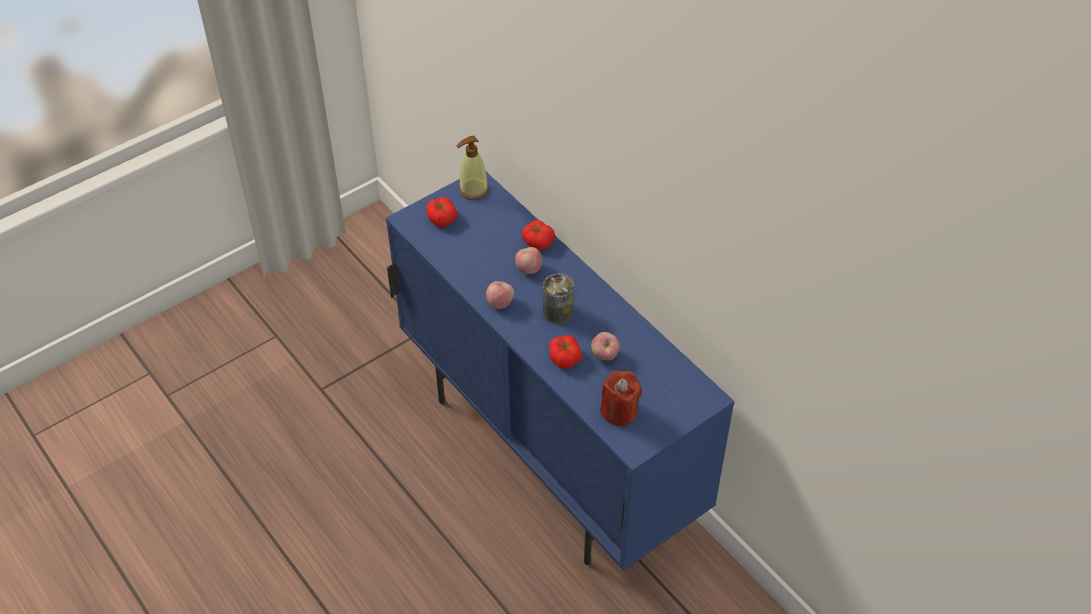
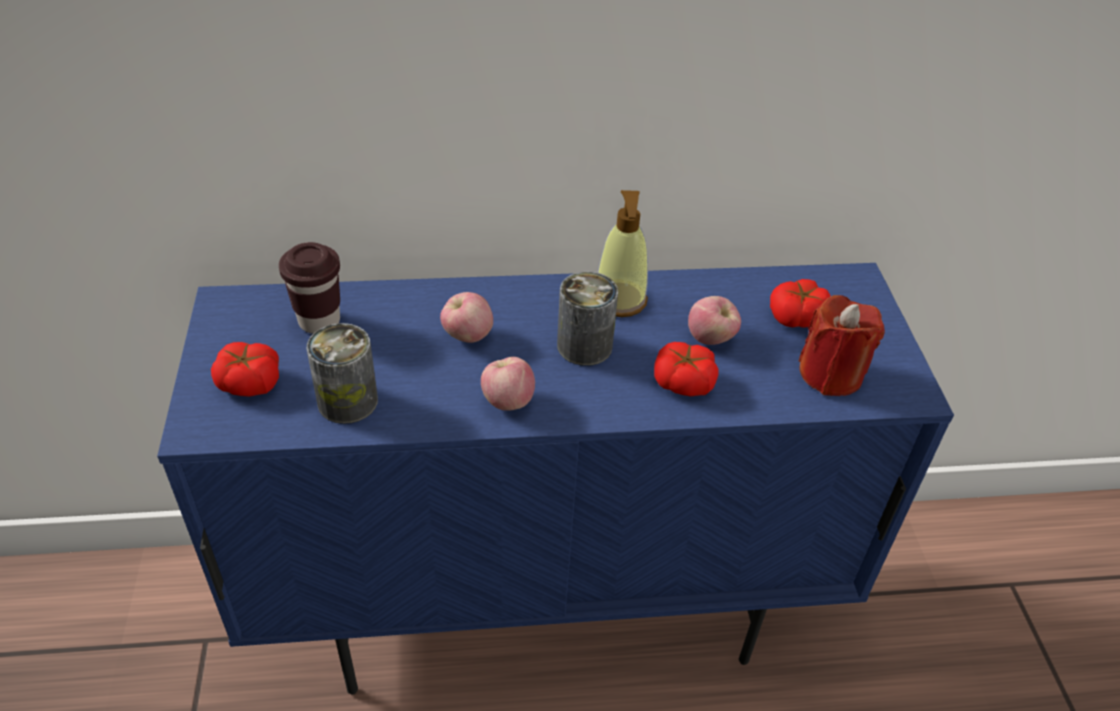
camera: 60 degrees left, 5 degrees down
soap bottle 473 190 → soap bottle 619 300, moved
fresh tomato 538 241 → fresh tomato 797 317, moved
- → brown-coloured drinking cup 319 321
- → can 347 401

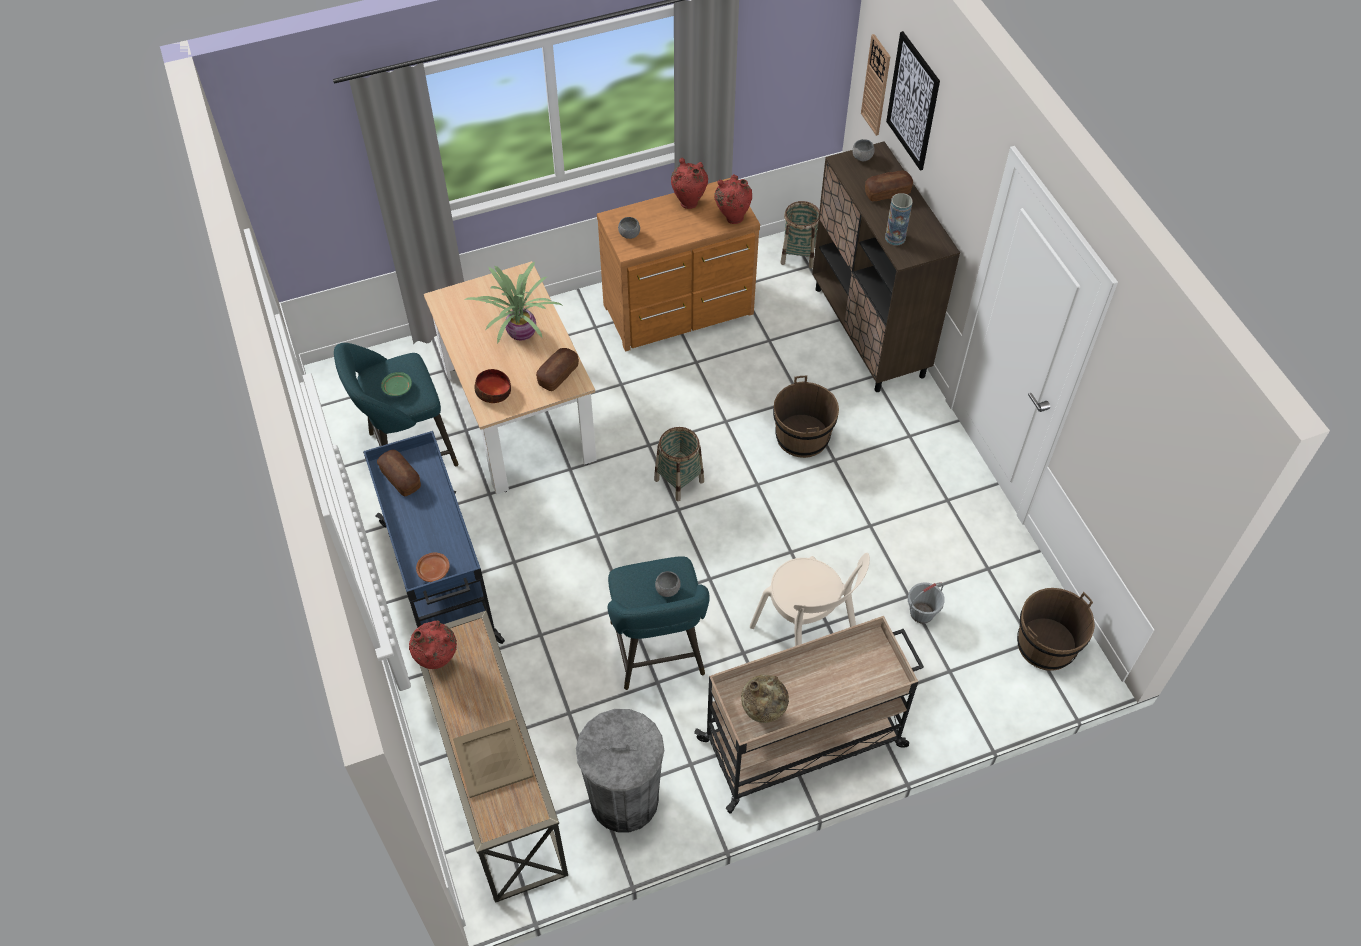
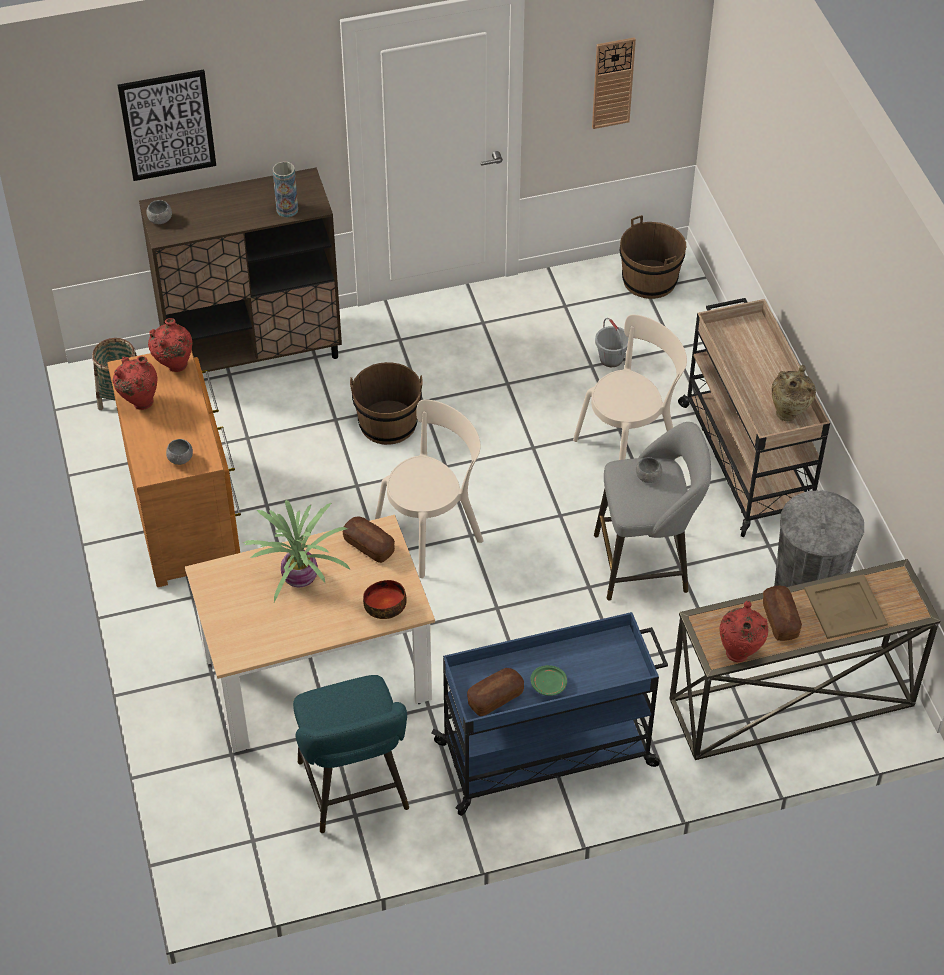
camera: 85 degrees left, 5 degrees down
greenish flat dish 397 388 → greenish flat dish 549 684, moved
brown-coloured flat dish 433 570 → -
turquoise-coloured sitting stool 658 654 → gray sitting stool 647 563
storage basket 679 480 → beige-coloured chair 432 532
wall clock 876 85 → wall clock 612 83, moved
bread 887 192 → bread 780 619, moved

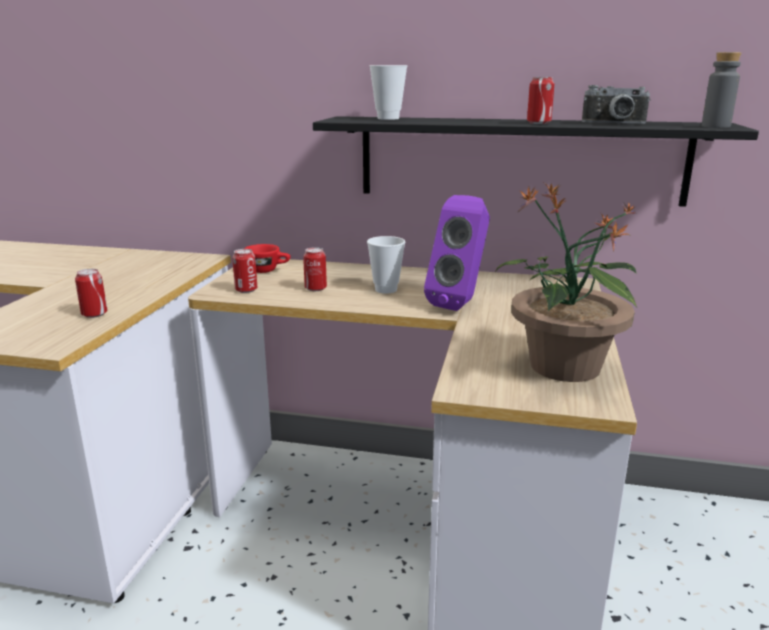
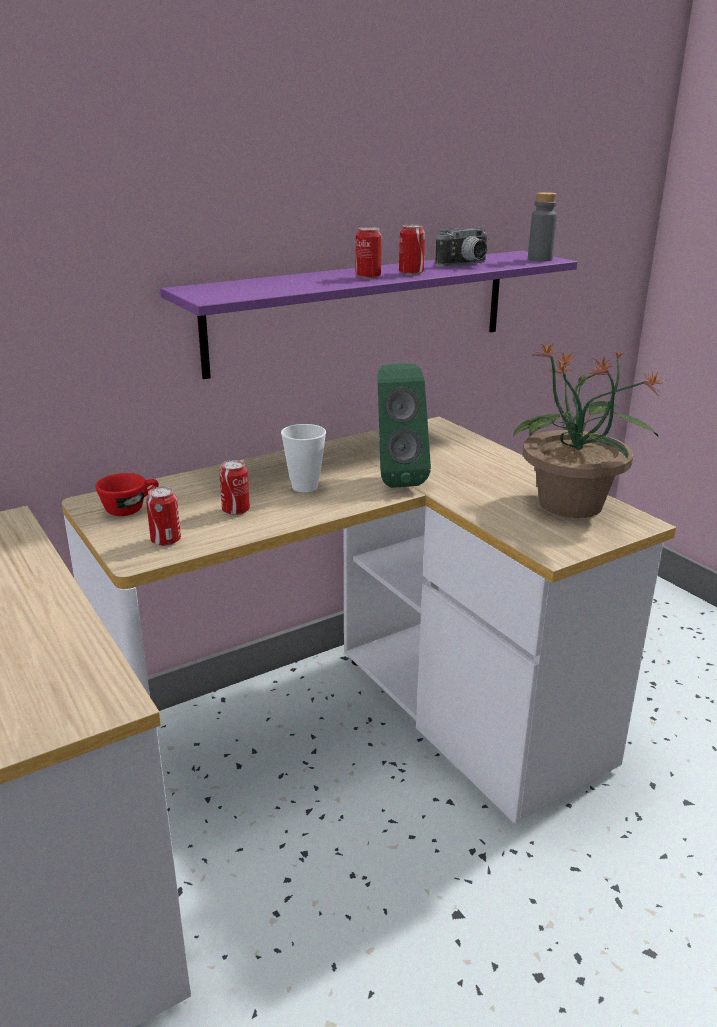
camera: 45 degrees left, 5 degrees up
can 94 314 → can 368 277, moved
black-coloured bracket shelf 519 160 → purple bracket shelf 362 310
drinking cup 388 118 → -
purple speaker 460 304 → greenish speaker 396 478

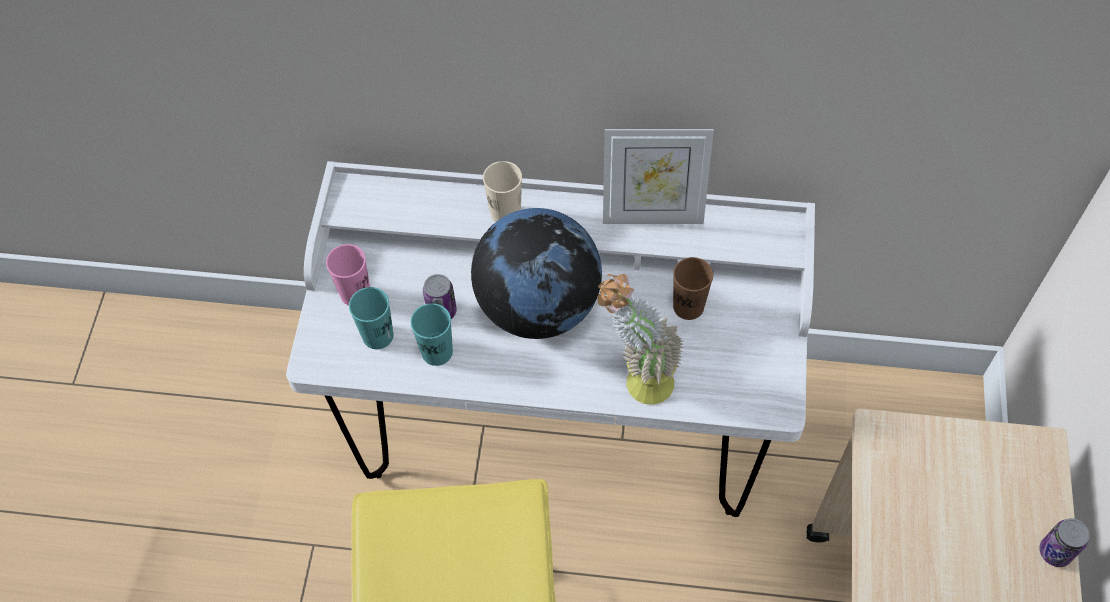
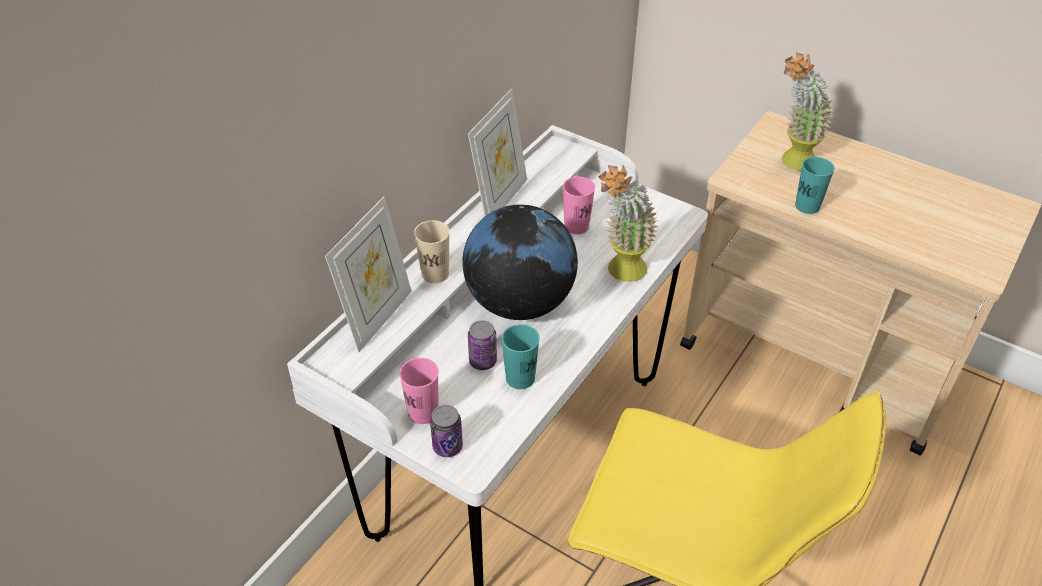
camera: 65 degrees left, 15 degrees down
turquoise-coloured drinking cup 378 336 → turquoise-coloured drinking cup 807 206, moved
brown-coloured drinking cup 688 306 → pinkish drinking cup 576 226
can 1055 552 → can 447 446, moved
- → picture frame 377 317
- → potted plant 791 163

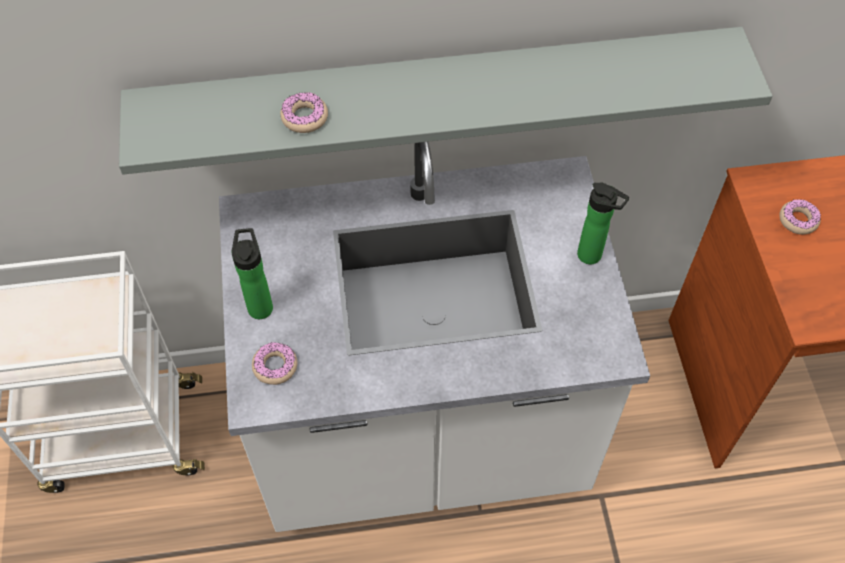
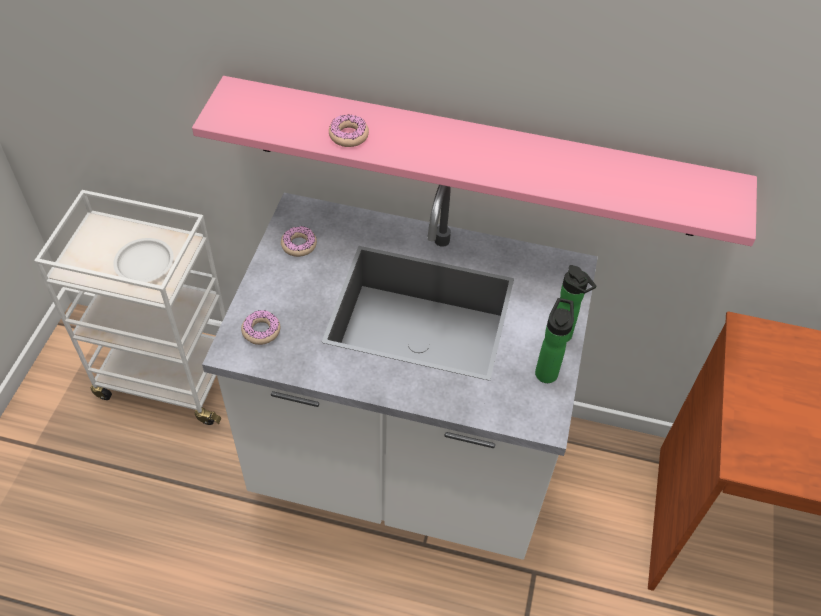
camera: 20 degrees right, 5 degrees down
gray bracket shelf 438 94 → pinkish bracket shelf 475 158
beverage bottle 260 305 → beverage bottle 547 371, moved
doughnut 798 220 → doughnut 299 245, moved
- → whitish flat dish 144 264

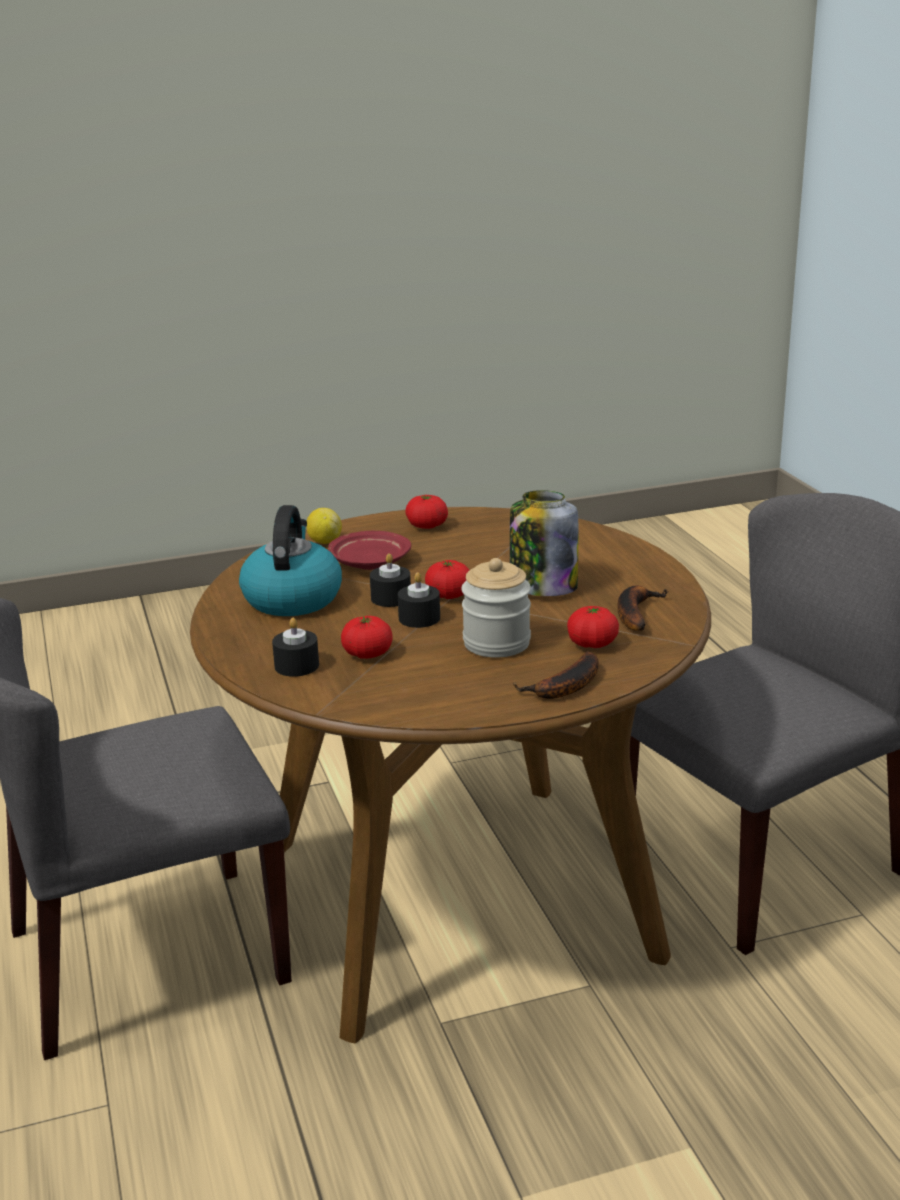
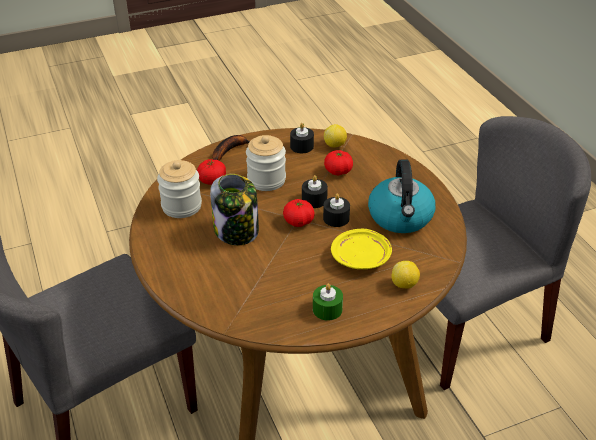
camera: 175 degrees right, 15 degrees up
black-coloured wax candle 296 665 → black-coloured wax candle 302 146, moved
red flat dish 369 562 → yellow-coloured flat dish 361 257
fresh tomato 427 526 → greenish wax candle 327 309
whole banana 635 613 → preserve jar 181 206
- → whole lemon 335 145

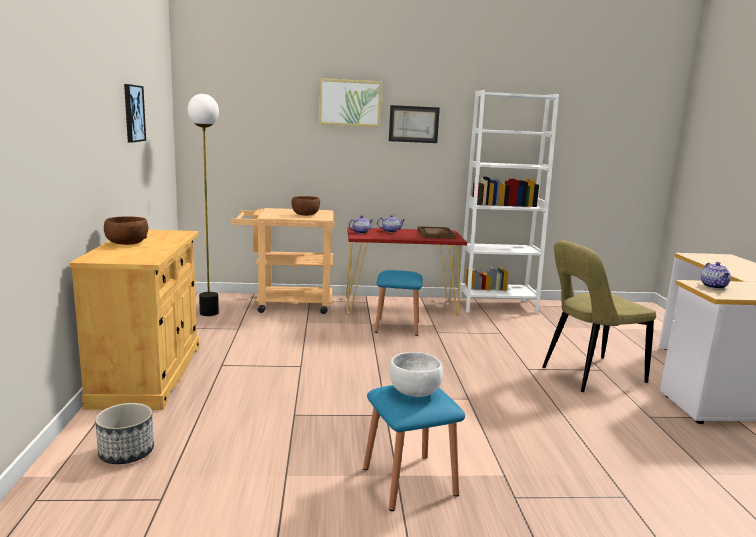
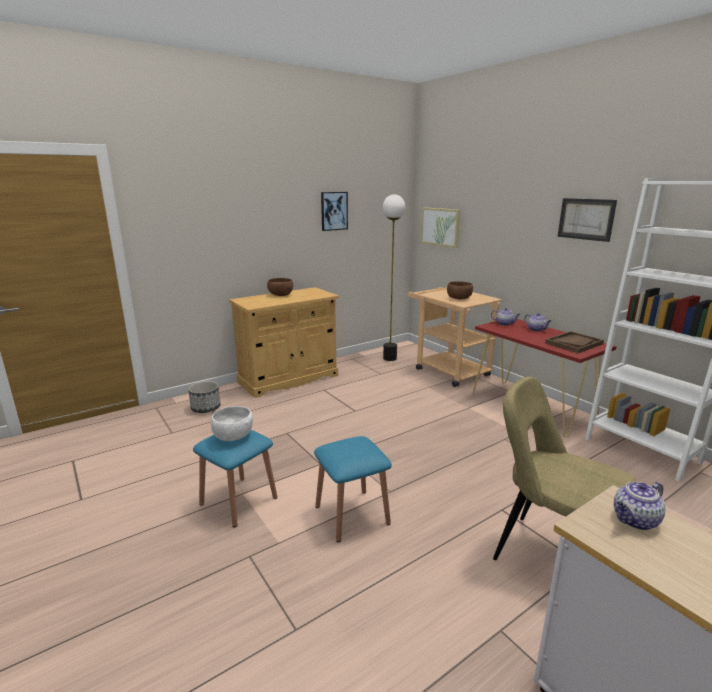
camera: 60 degrees right, 5 degrees up
wall picture 349 103 → wall picture 440 227, moved
blue-coloured sitting stool 397 326 → blue-coloured sitting stool 352 514, moved

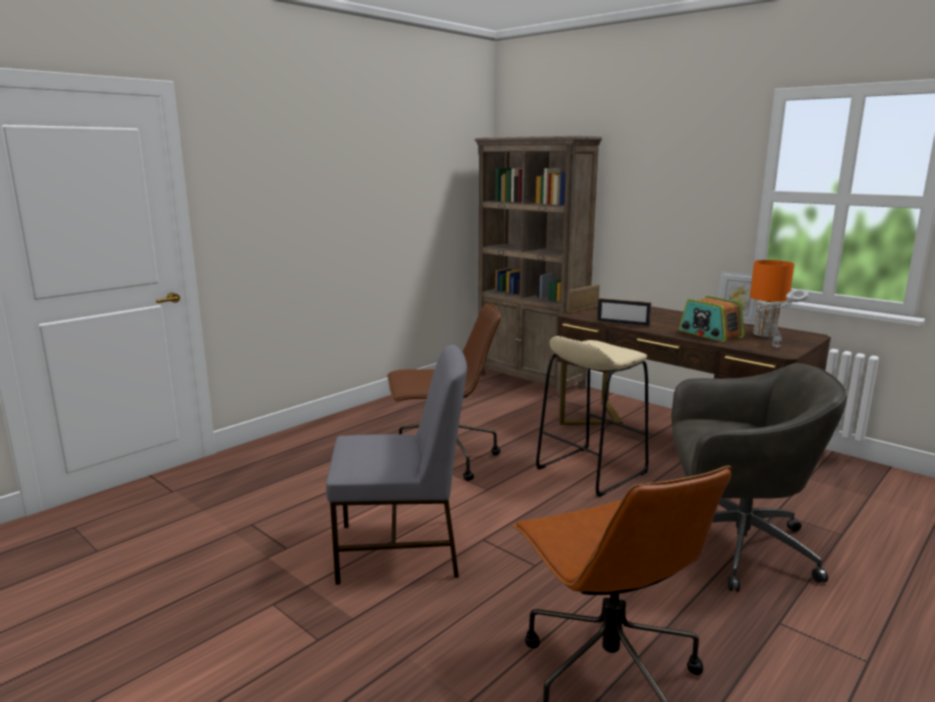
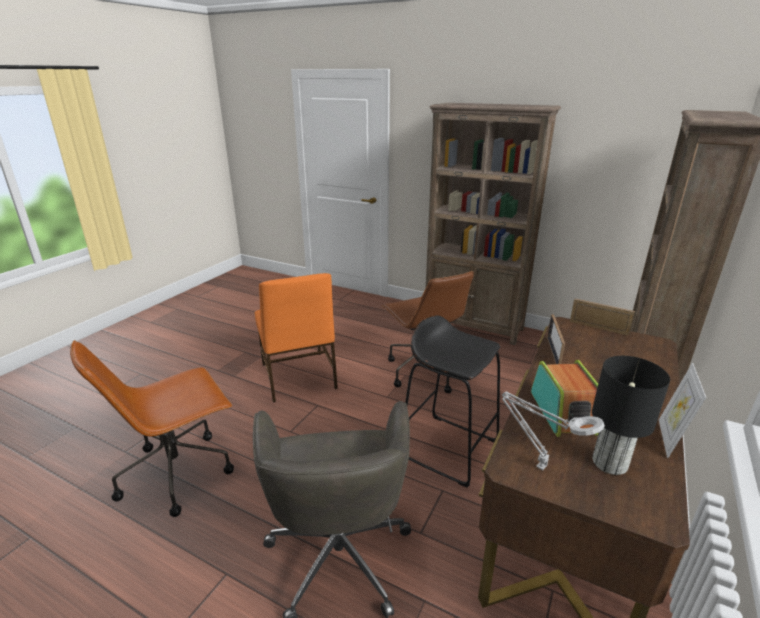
camera: 75 degrees right, 10 degrees up
gray chair 401 550 → orangey chair 298 377
beige-coloured sitting stool 591 470 → black-coloured sitting stool 448 448
radio 710 334 → radio 563 412, 135 degrees clockwise
orangey tabletop lamp 764 334 → black-coloured tabletop lamp 609 462
- → brown-coloured shelving unit 473 326

